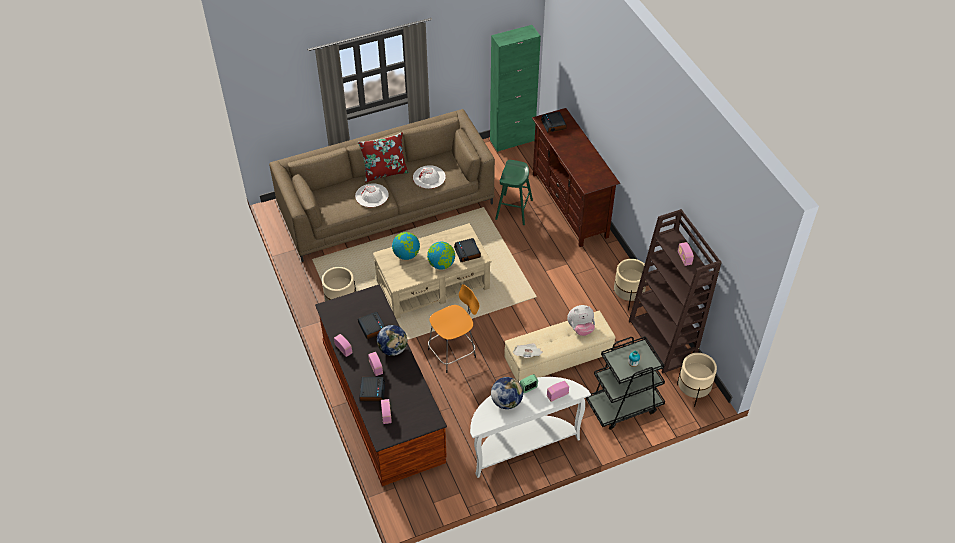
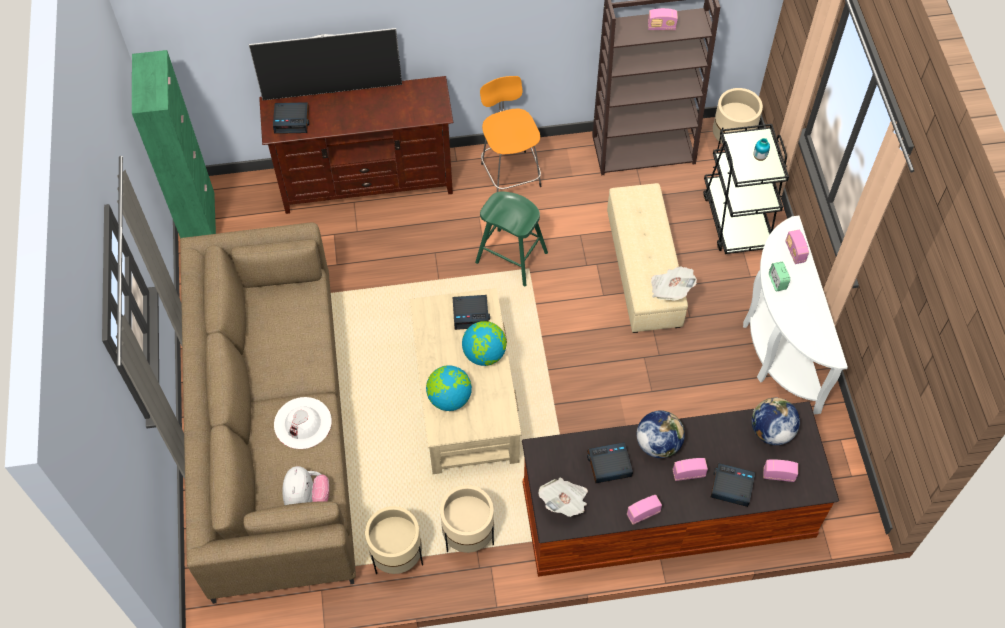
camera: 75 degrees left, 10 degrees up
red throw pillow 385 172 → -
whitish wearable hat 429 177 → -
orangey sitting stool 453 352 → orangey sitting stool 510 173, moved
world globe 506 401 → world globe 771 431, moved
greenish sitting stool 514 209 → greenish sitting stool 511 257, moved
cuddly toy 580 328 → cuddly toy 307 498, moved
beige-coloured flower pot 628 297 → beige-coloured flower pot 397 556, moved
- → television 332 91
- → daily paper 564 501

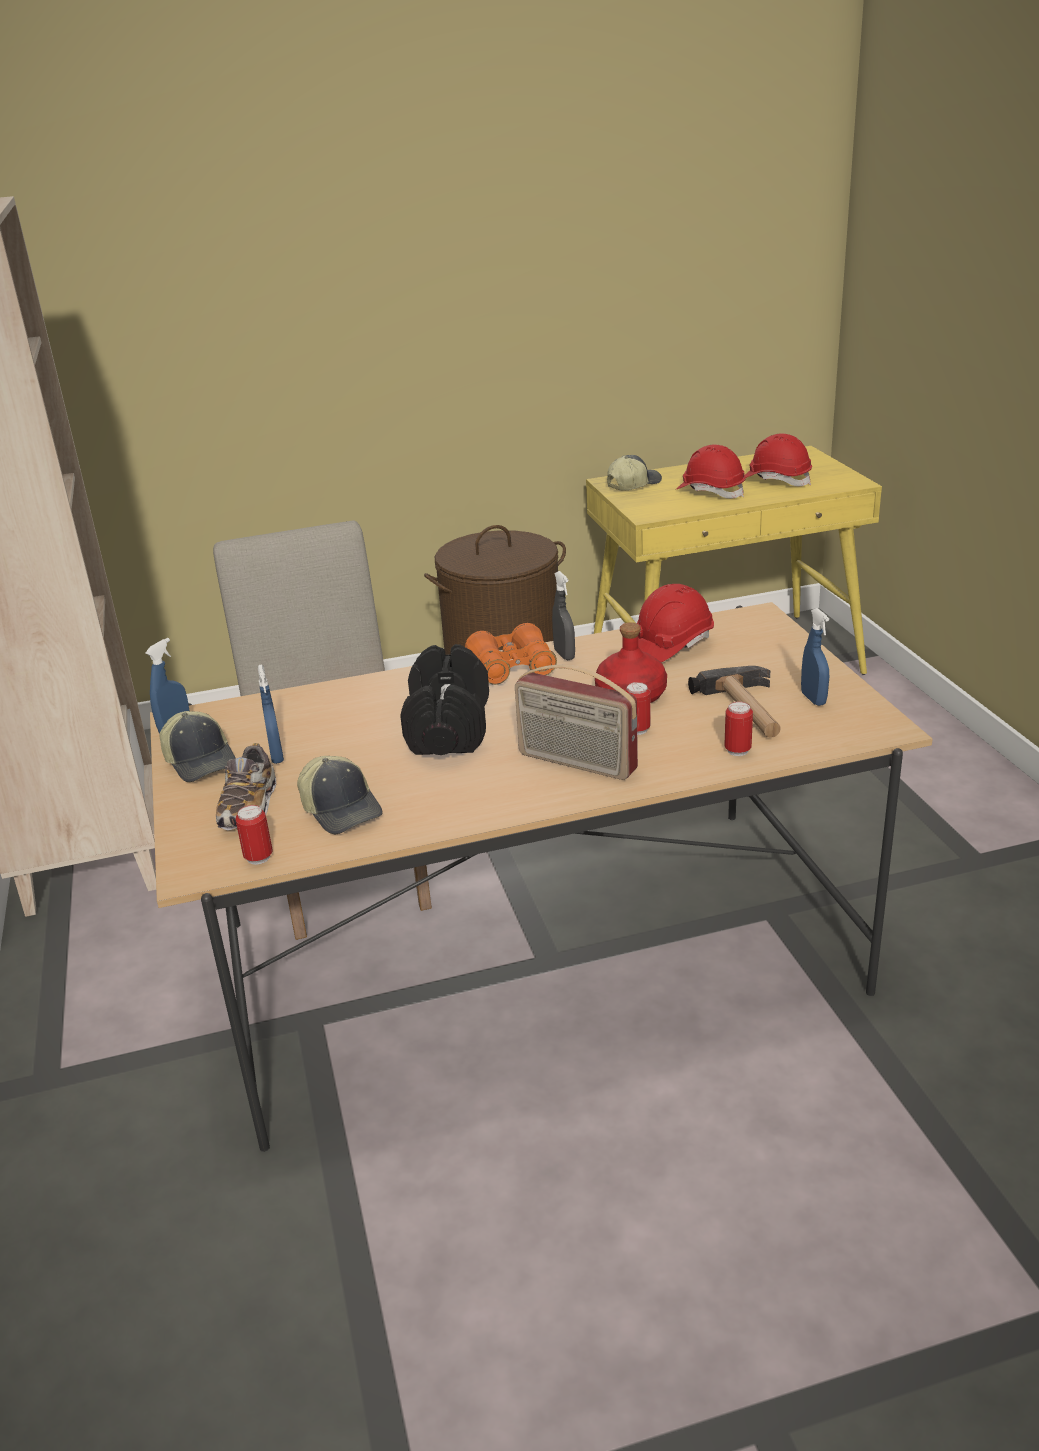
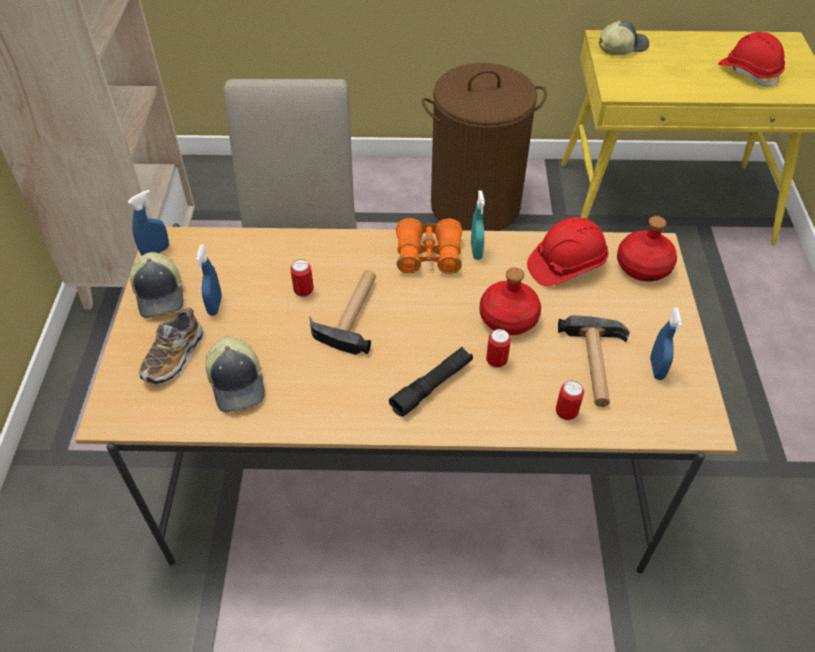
camera: 15 degrees right, 20 degrees up
can 258 857 → can 304 291, moved
black-coloured hand weight 449 728 → hammer 352 313
radio 576 763 → black-coloured flashlight 432 386
gray hand sprayer 564 655 → turquoise-coloured hand sprayer 476 251
red safety helmet 710 492 → -
- → red beverage bottle 643 266

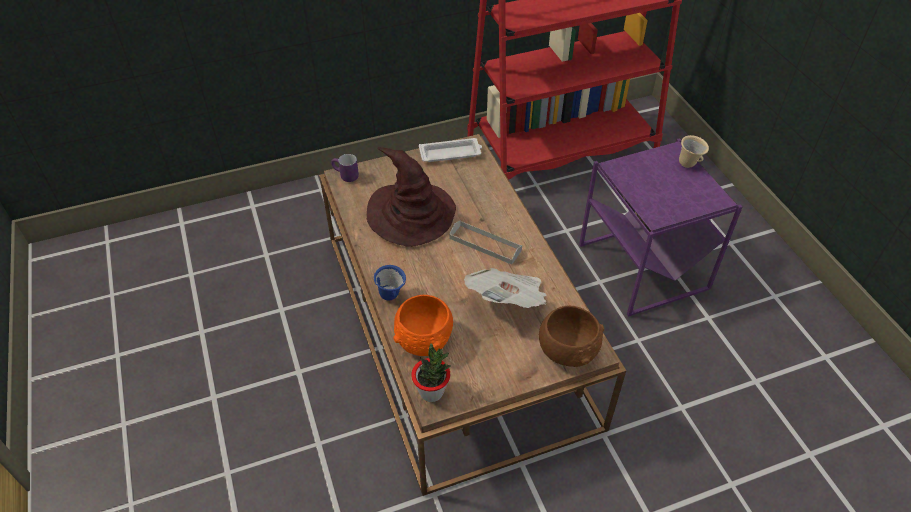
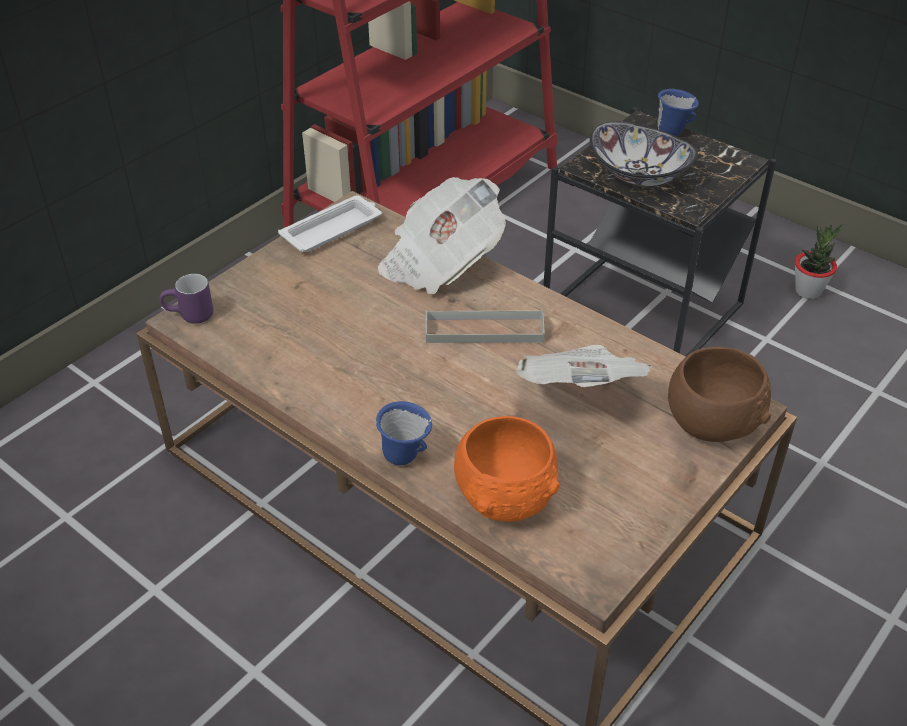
camera: 30 degrees left, 5 degrees down
brown-coloured wearable hat 411 215 → -
potted plant 431 392 → potted plant 808 291, moved
purple accent table 642 268 → black-coloured accent table 643 311
beige-coloured tea mug 689 164 → blue-coloured tea mug 673 133
- → daily paper 440 262
- → bowl 640 175

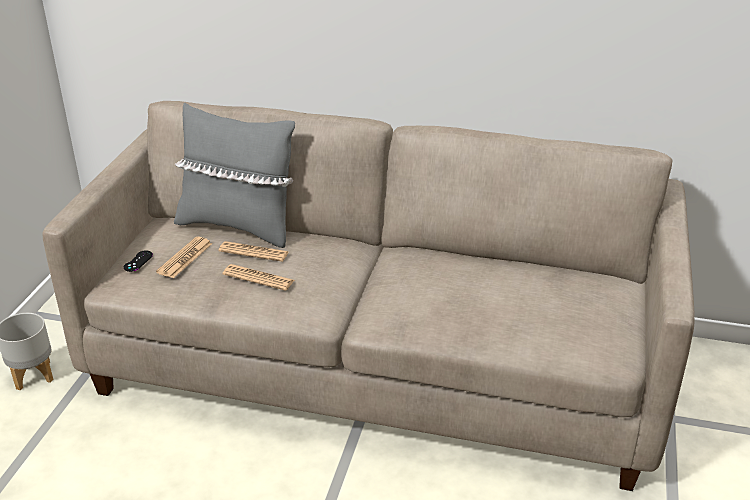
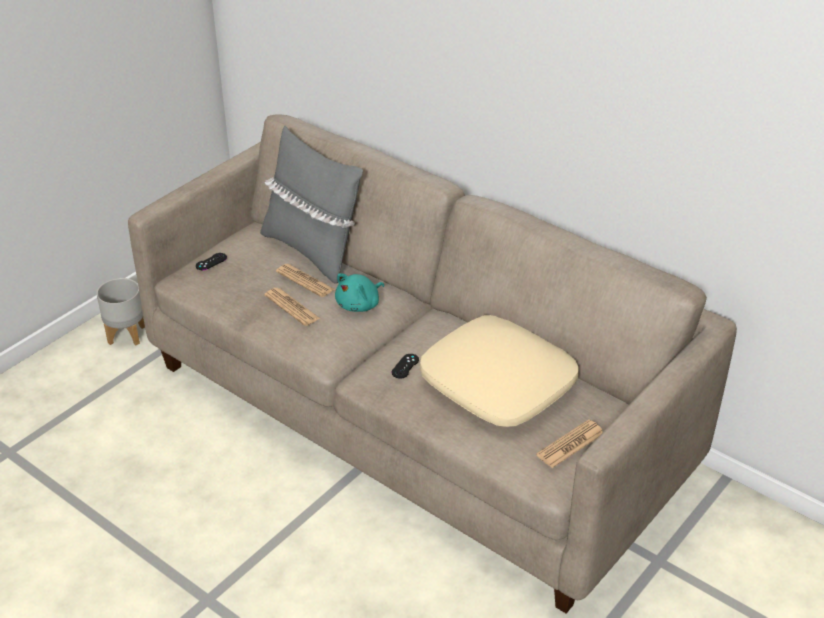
camera: 25 degrees right, 5 degrees up
daily paper 185 258 → daily paper 570 444, moved
- → turquoise-coloured cuddly toy 359 305
- → black-coloured joypad 405 366
- → beige-coloured throw pillow 498 383

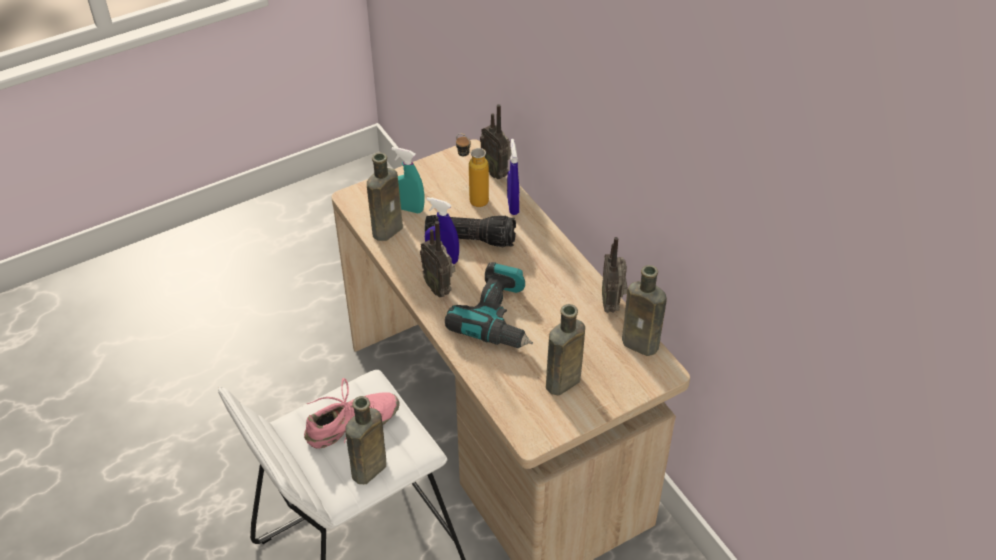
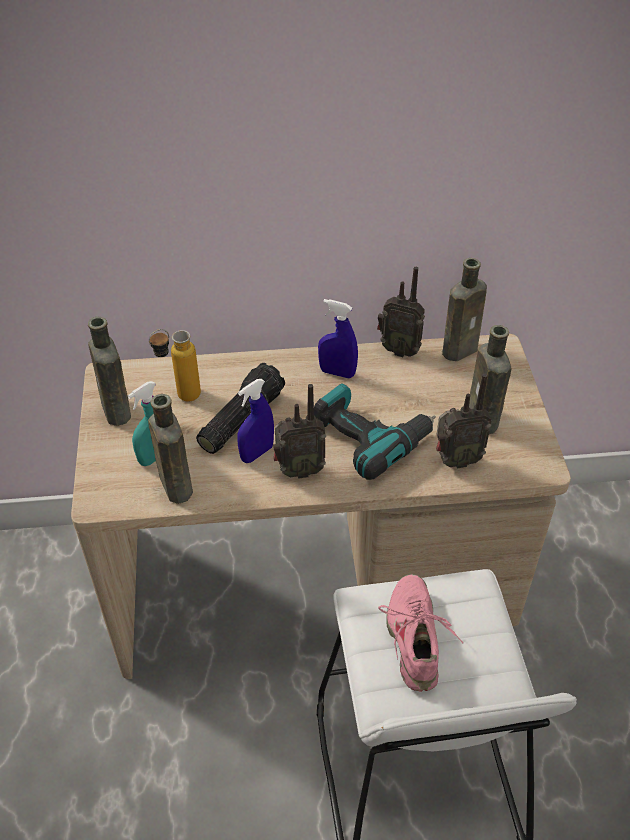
camera: 65 degrees left, 0 degrees up
brown-coloured beverage bottle 367 471 → brown-coloured beverage bottle 117 413, moved
radio 496 172 → radio 455 460, moved
blue-coloured hand sprayer 513 206 → blue-coloured hand sprayer 337 373, moved

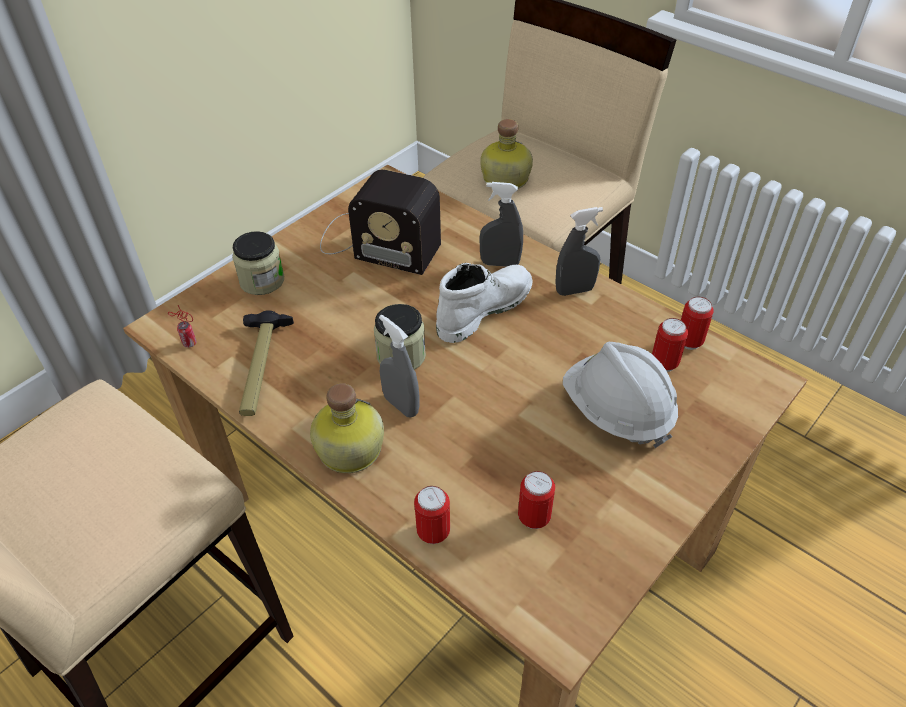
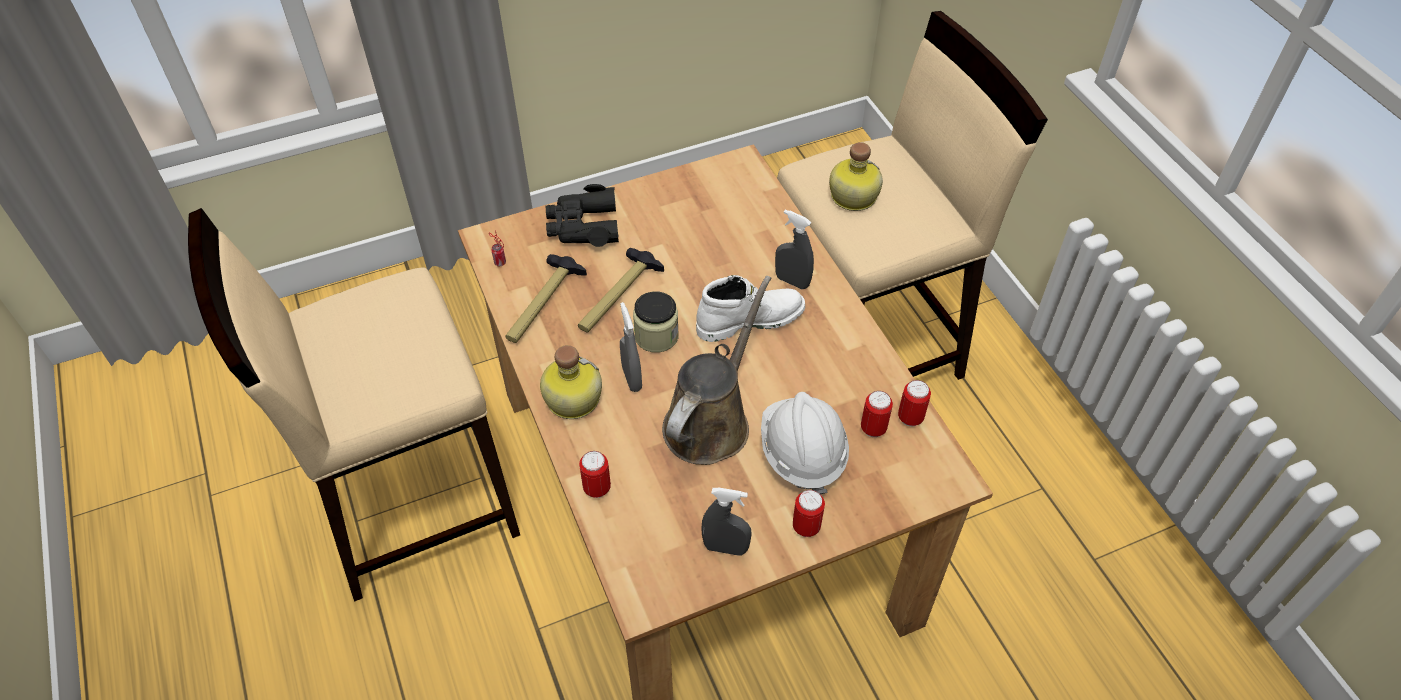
camera: 25 degrees right, 5 degrees up
preserve jar 262 281 → black-coloured field glasses 583 226
radio 375 242 → -
can 534 518 → can 806 527, moved
gray hand sprayer 574 290 → gray hand sprayer 725 548, moved
- → hammer 618 296
- → brown-coloured watering pot 710 421

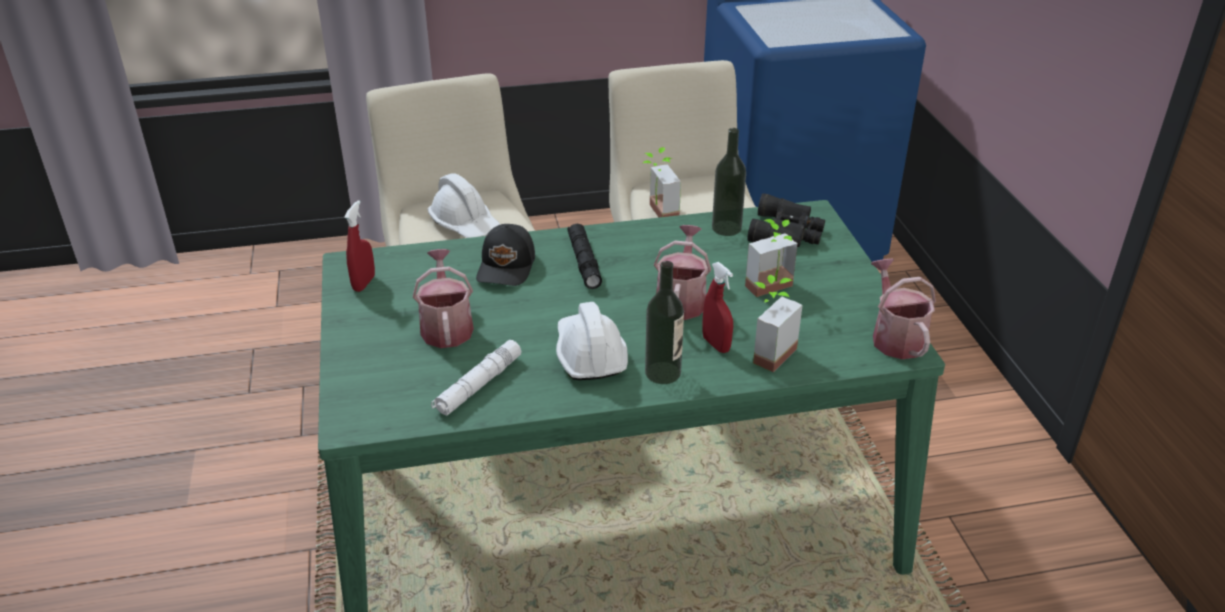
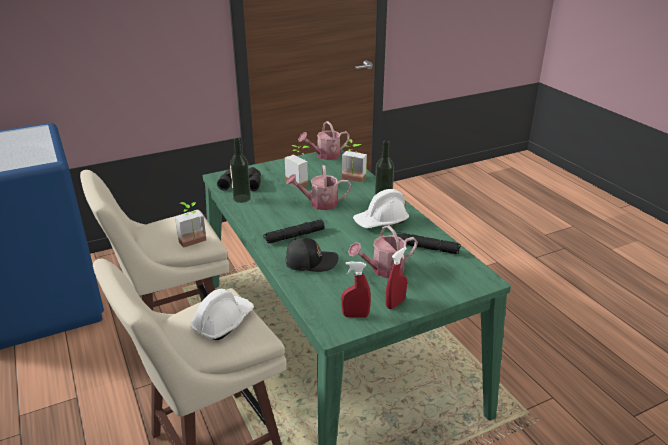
camera: 105 degrees left, 5 degrees down
whitish flashlight 478 385 → black-coloured flashlight 427 248
red hand sprayer 716 344 → red hand sprayer 395 303, moved

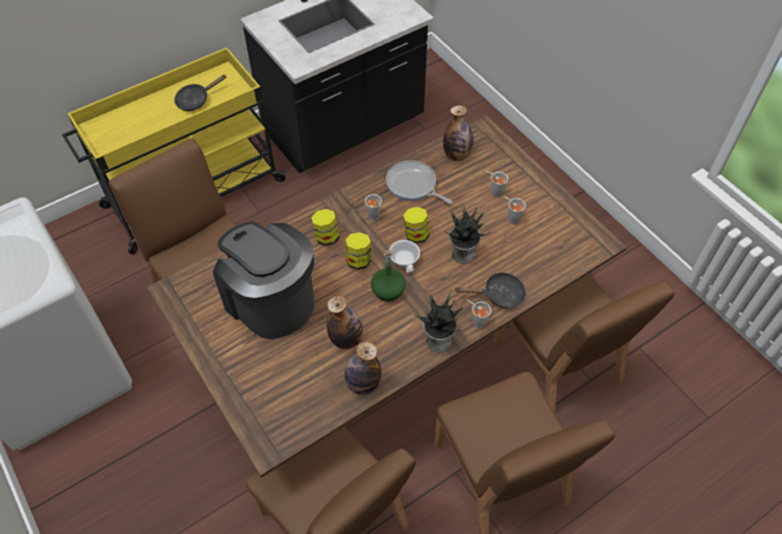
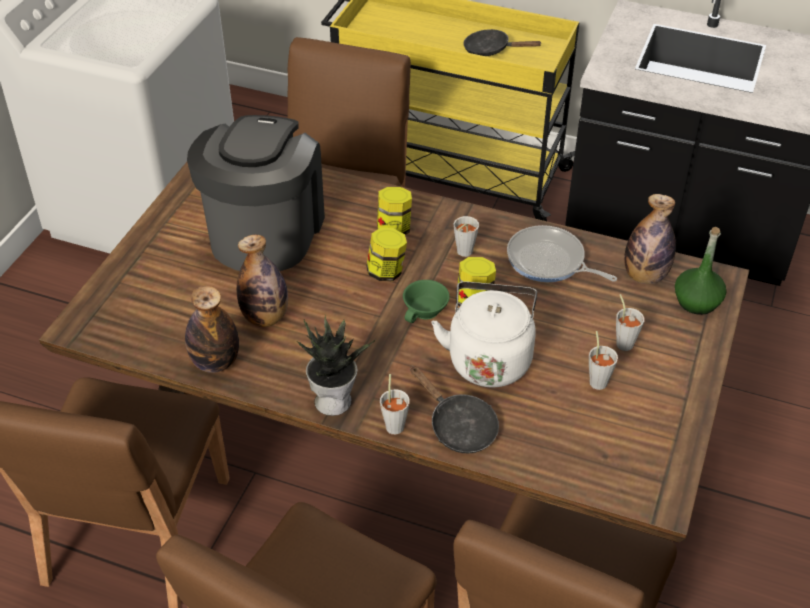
camera: 55 degrees right, 10 degrees down
greenish beverage bottle 388 290 → greenish beverage bottle 697 302, moved
pan 413 185 → pan 549 261, 60 degrees counterclockwise
whitish drinking cup 405 260 → greenish drinking cup 426 311
potted plant 462 253 → whitish tea kettle 489 358

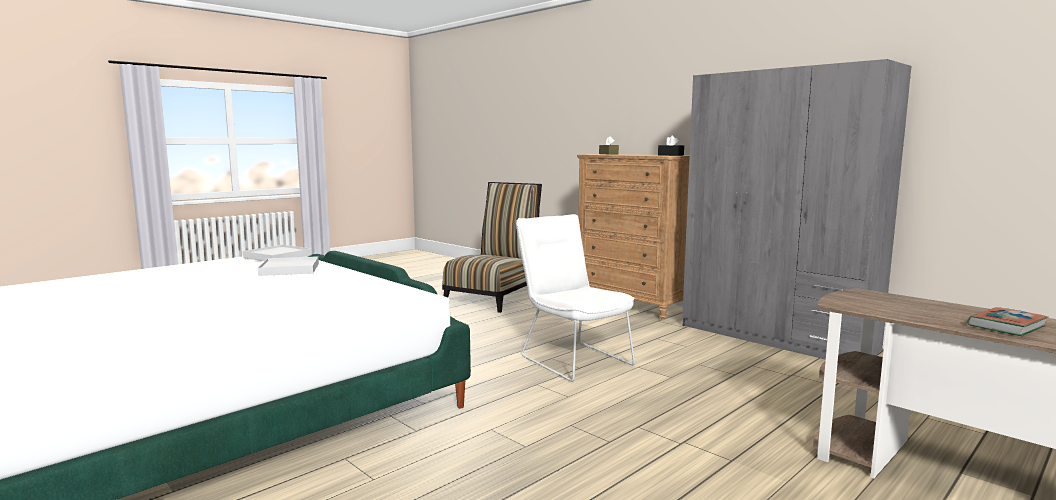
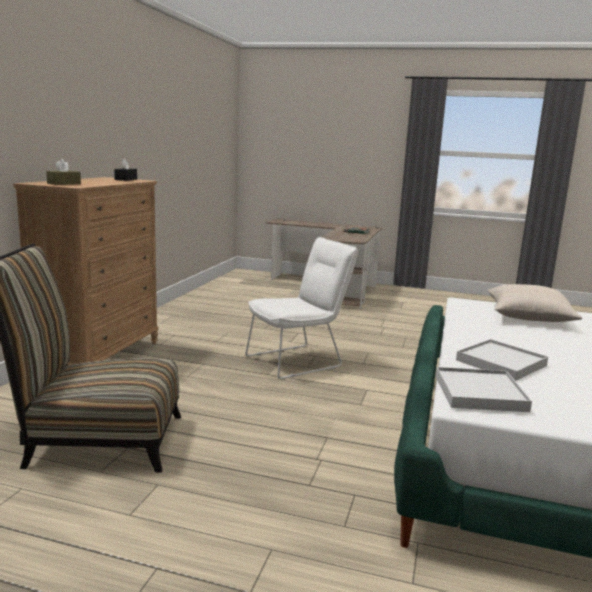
camera: 120 degrees left, 5 degrees up
whitish chair 571 358 → whitish chair 299 360, 150 degrees counterclockwise
gray armoire 776 337 → -
- → beige-coloured throw pillow 529 317

